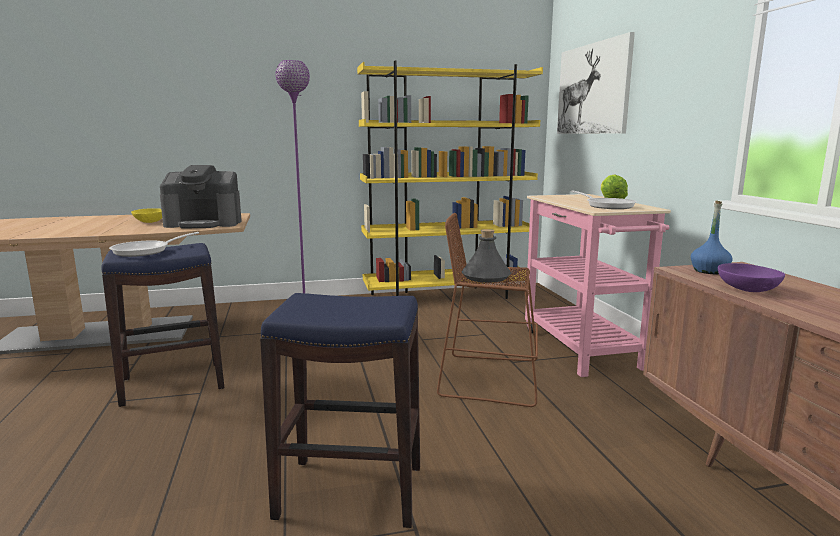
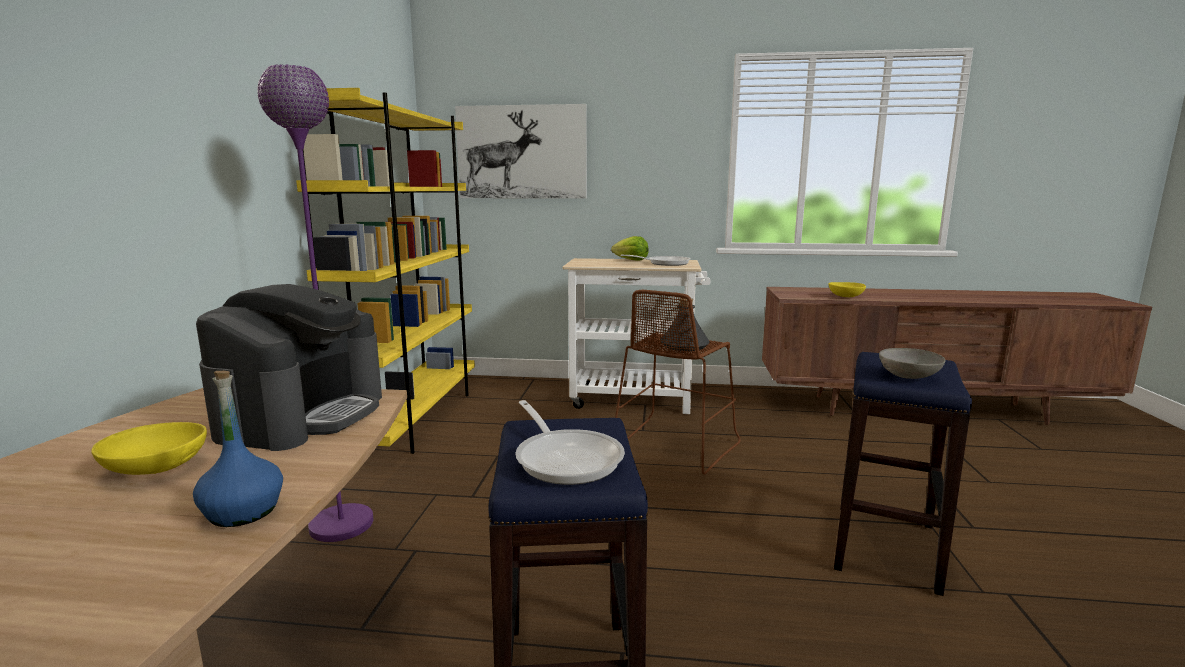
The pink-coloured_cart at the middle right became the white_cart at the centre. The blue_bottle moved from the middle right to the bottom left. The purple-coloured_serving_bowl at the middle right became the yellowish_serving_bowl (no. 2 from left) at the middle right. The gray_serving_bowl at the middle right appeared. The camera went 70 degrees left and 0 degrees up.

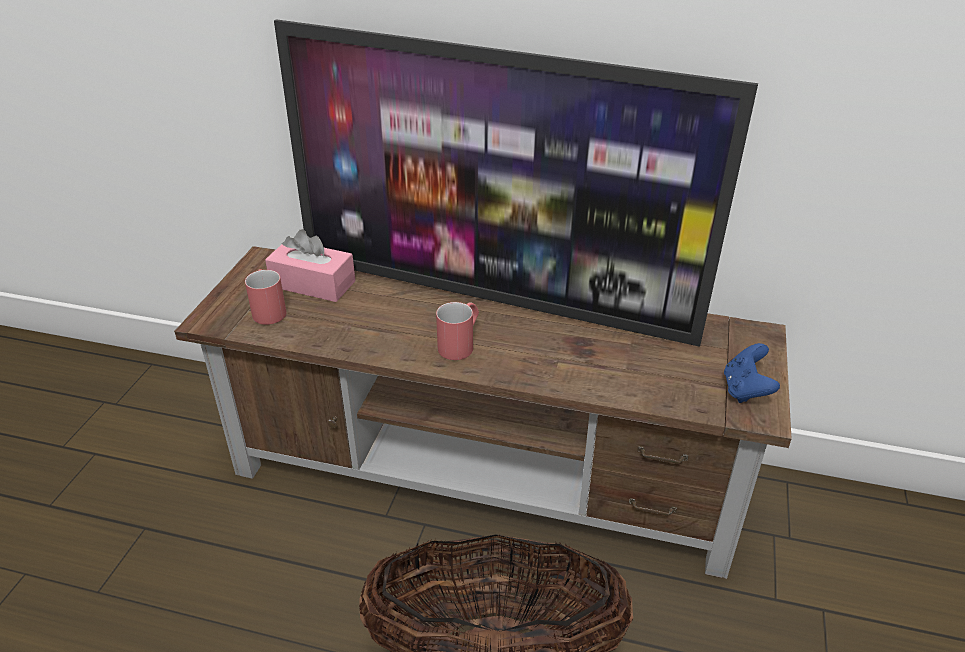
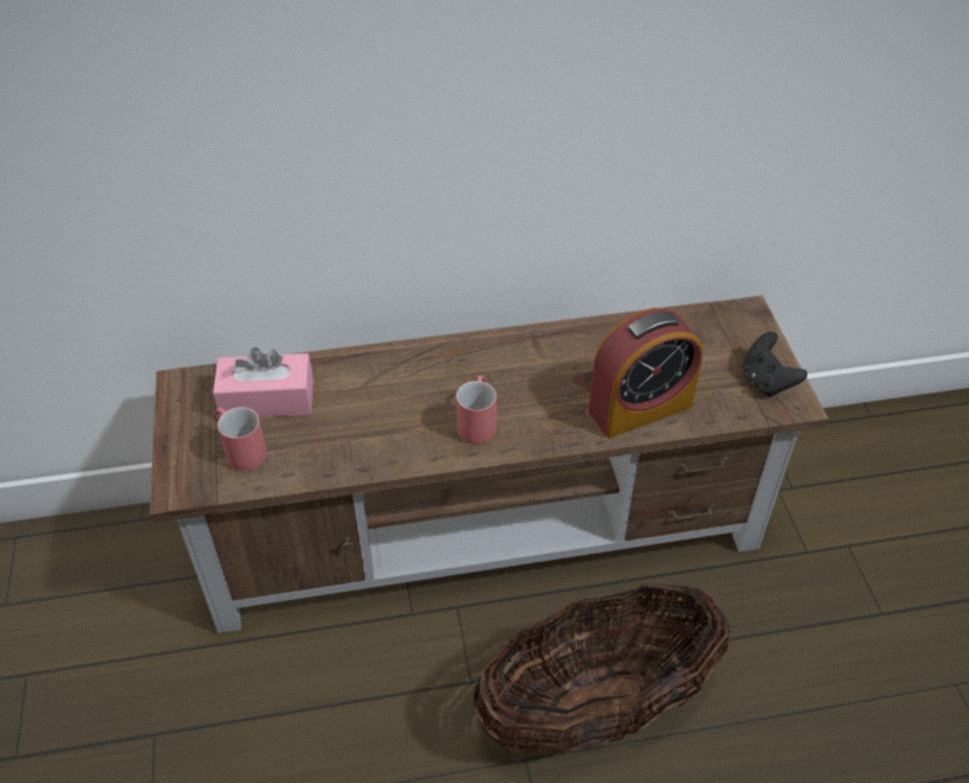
The television at the top centre disappeared. The blue_game_controller at the middle right became the black_game_controller at the middle right. The table_clock at the centre appeared. The camera went 25 degrees left and 10 degrees up.

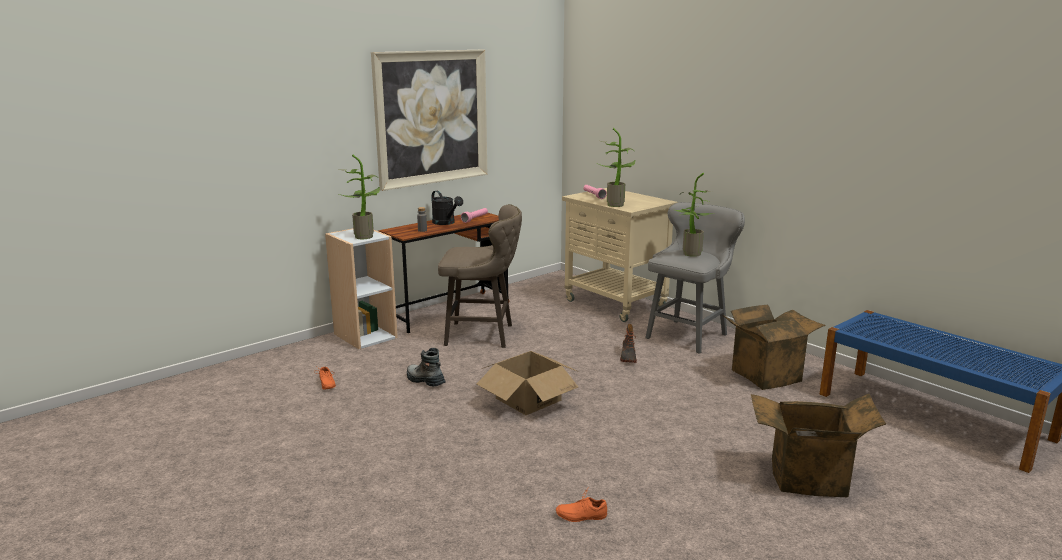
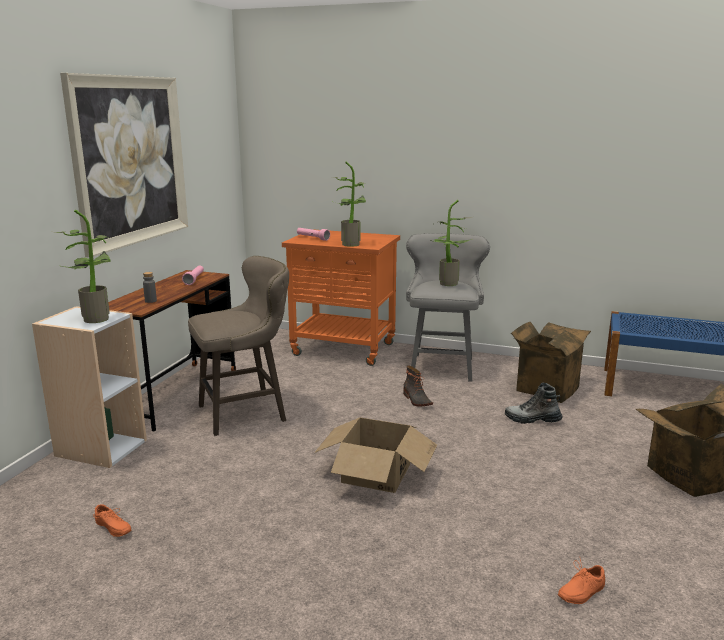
The tall_boot (no. 1 from left in the first image) moved from the centre to the middle right. The black_watering_pot at the centre disappeared. The beige_cart at the centre became the orange-coloured_cart at the centre. The camera went 30 degrees left and 0 degrees up.

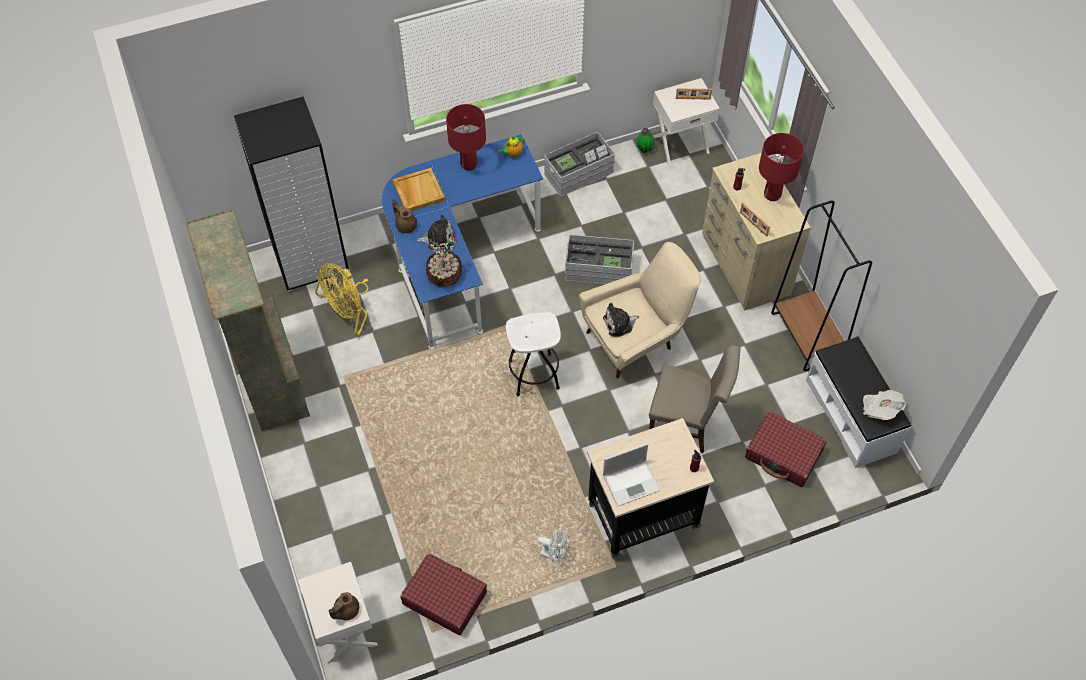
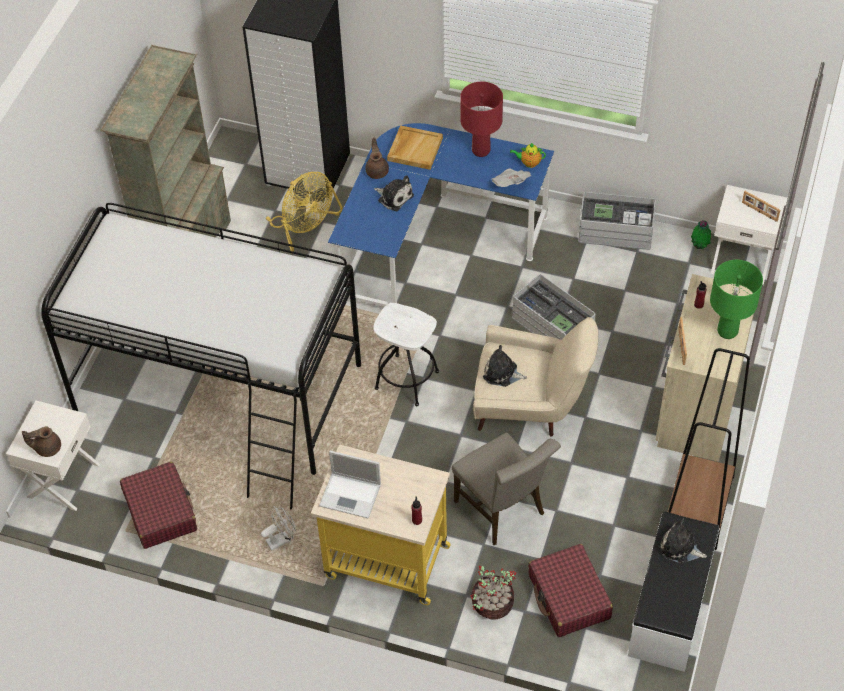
The yellowish_fan at the middle left turned 135 degrees counterclockwise. The plant_in_a_pot (no. 1 from left) moved from the centre to the bottom centre. The white_fan at the bottom centre turned 90 degrees counterclockwise. The black_cart at the bottom centre became the yellowish_cart at the bottom centre. The red_table_lamp (no. 2 from left) at the top right became the greenish_table_lamp at the middle right. The newspaper moved from the middle right to the top centre. The black_sleeping_bed at the middle left appeared. The soft_toy (no. 3 from left) at the bottom right appeared. The camera went 40 degrees right and 5 degrees down.

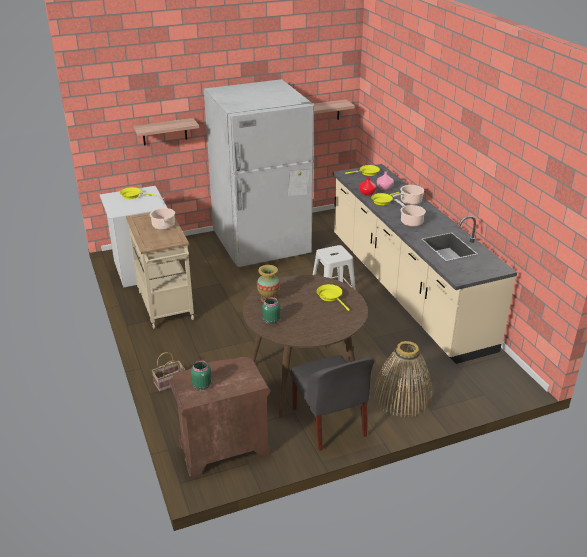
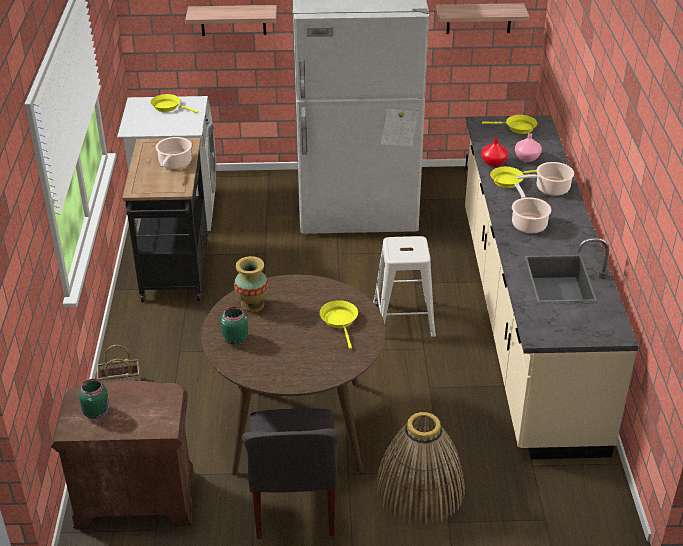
The beige_cart at the middle left became the black_cart at the middle left. The camera went 20 degrees right and 5 degrees up.

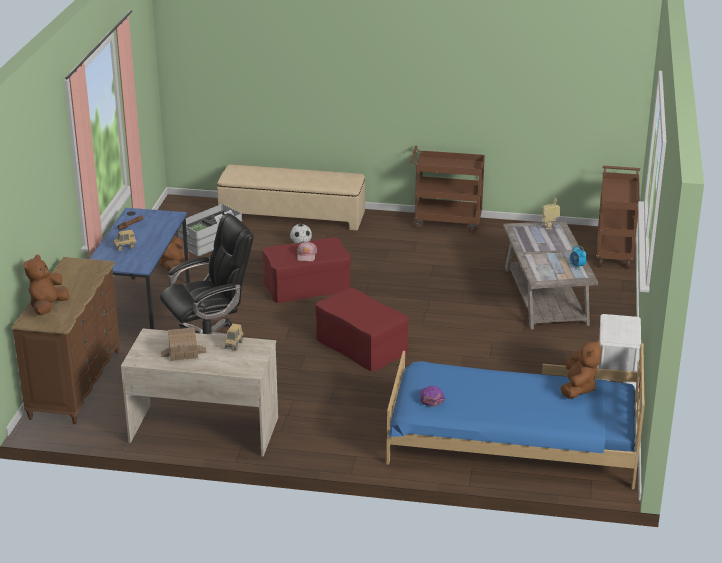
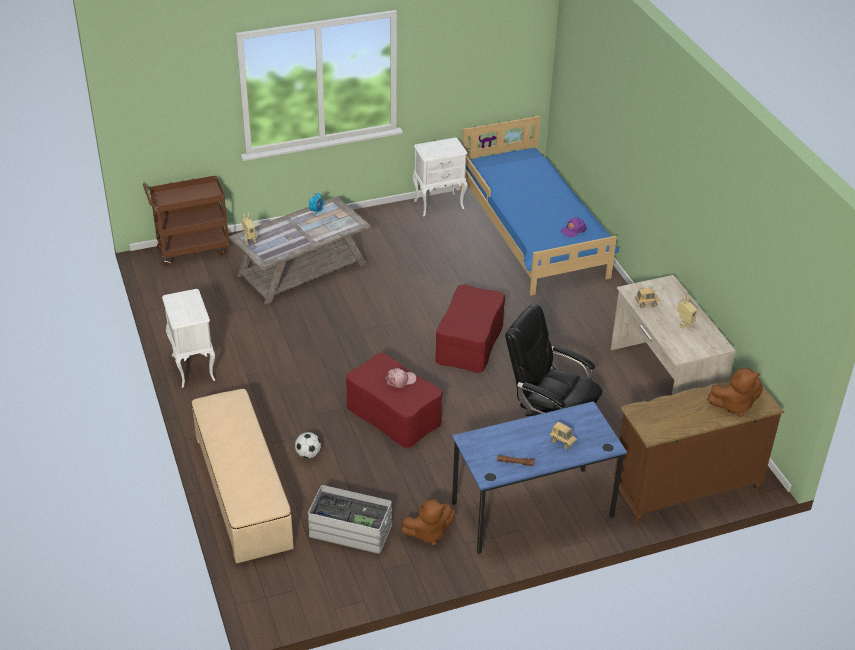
The miniature_house at the middle left was replaced by the toy_robot (no. 2 from left) at the middle right. The brownish_cart (no. 1 from left) at the centre was replaced by the white_nightstand (no. 1 from left) at the middle left. The brownish_soft_toy (no. 3 from left) at the middle right disappeared. The camera went 120 degrees left and 10 degrees up.

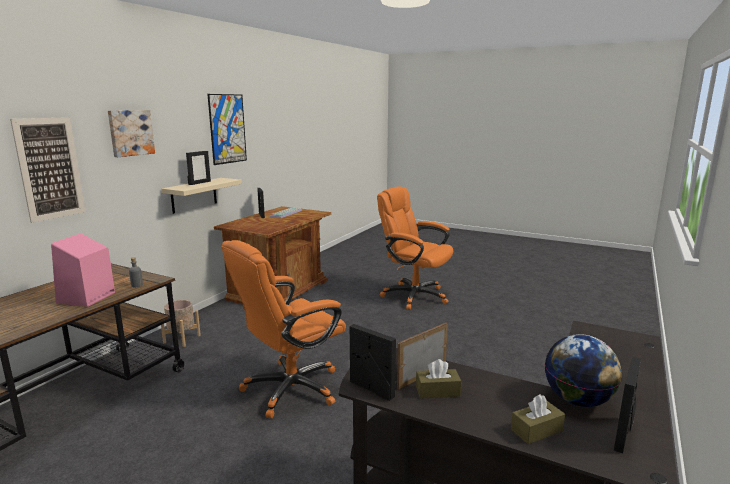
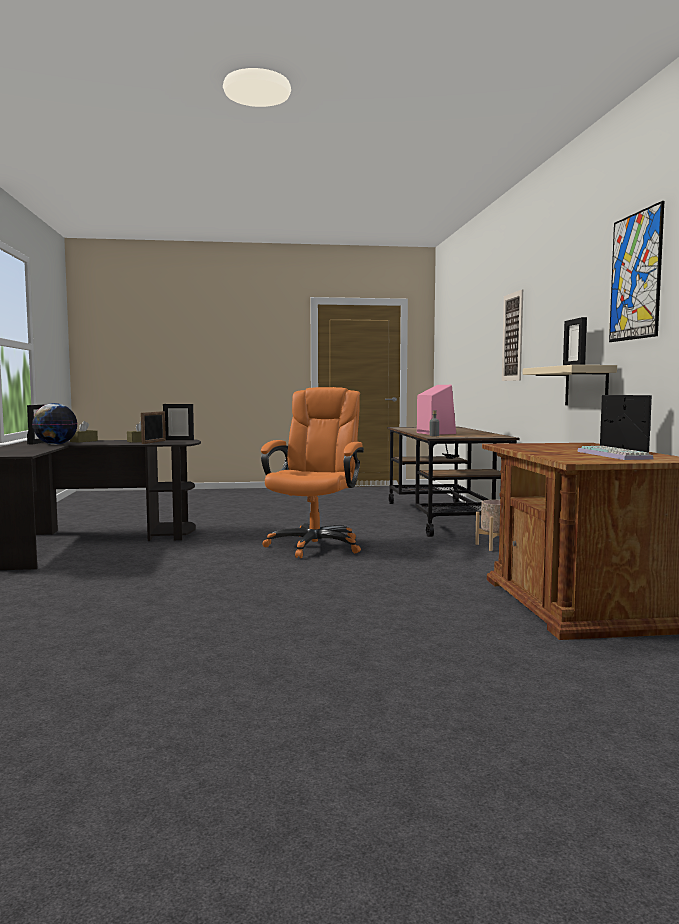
The picture (no. 2 from left) at the top left disappeared. The orange-coloured_office_chair (no. 2 from left) at the centre disappeared. The camera went 145 degrees right and 10 degrees down.

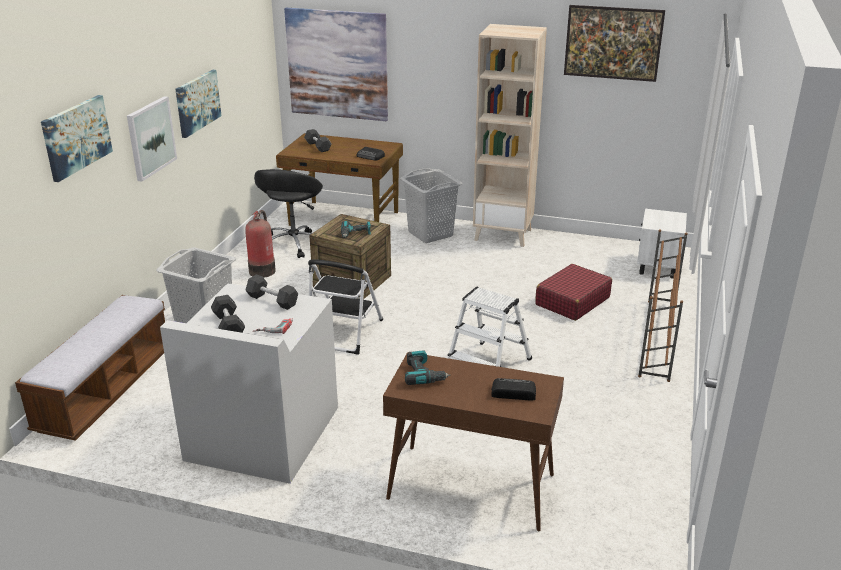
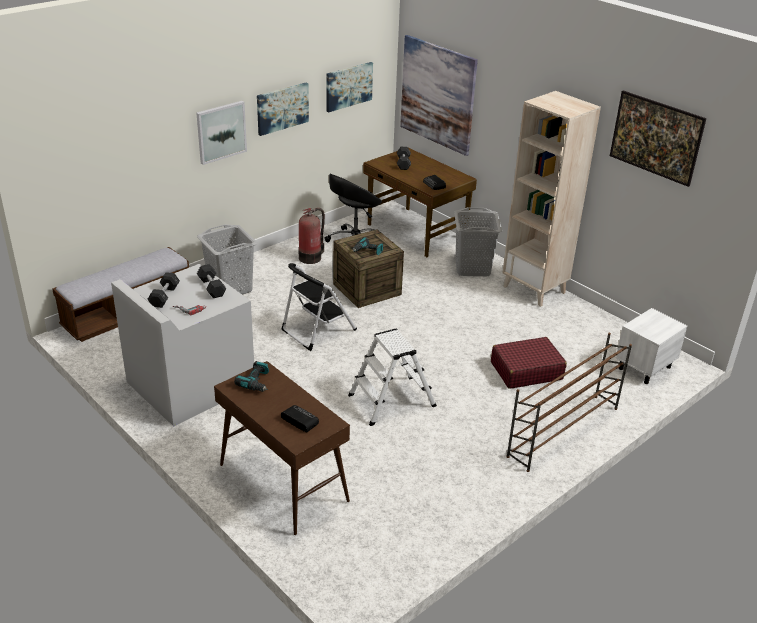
The picture (no. 1 from left in the first image) moved from the top left to the top centre. The camera went 30 degrees right and 5 degrees up.

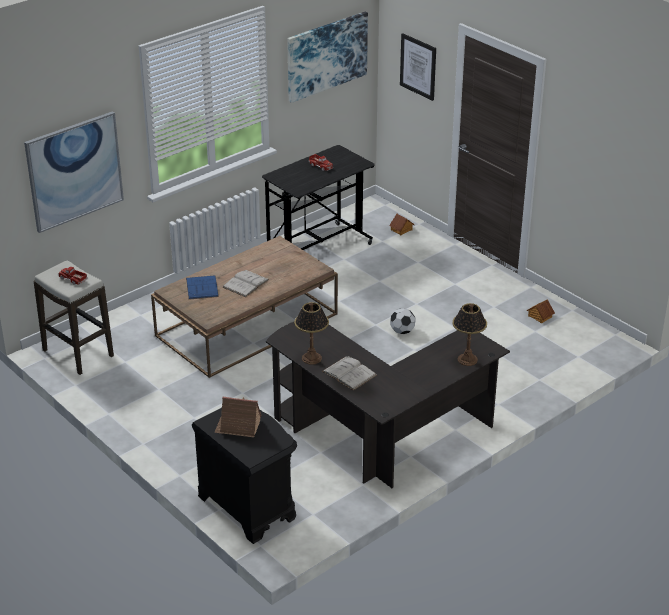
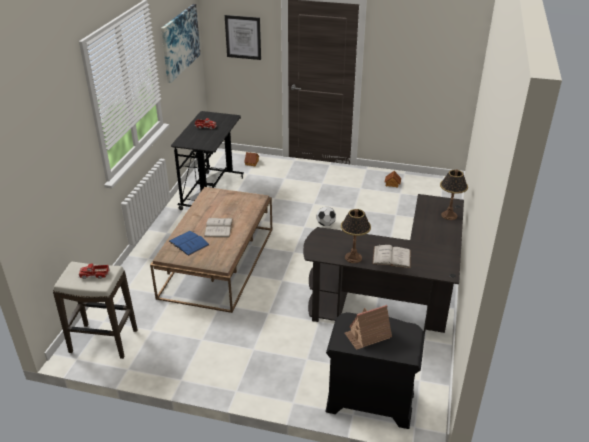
The picture (no. 1 from left) at the top left disappeared. The camera went 35 degrees left and 0 degrees up.

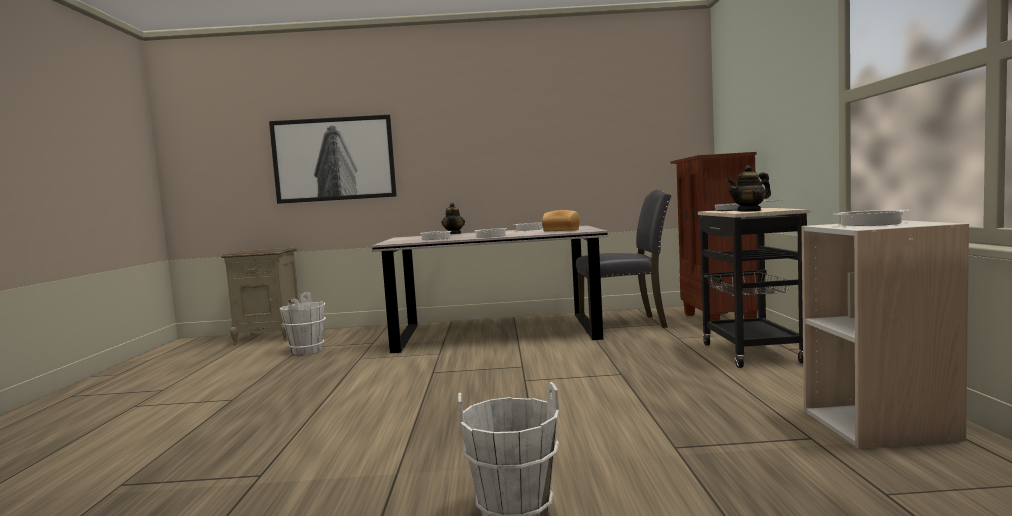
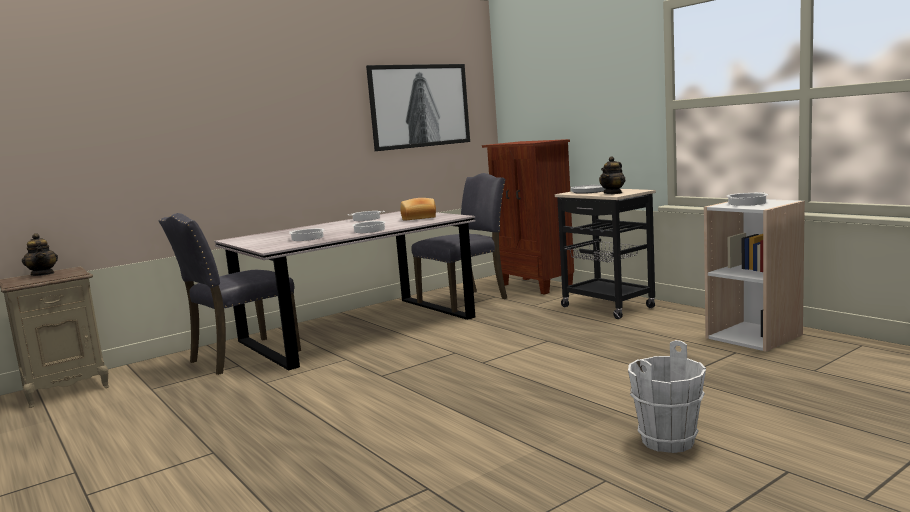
The picture moved from the top left to the top centre. The white_water_bucket (no. 1 from left) at the middle left disappeared. The pot_for_tea (no. 1 from left) moved from the centre to the middle left. The gray_chair (no. 1 from left) at the middle left appeared. The camera went 35 degrees left and 5 degrees up.

